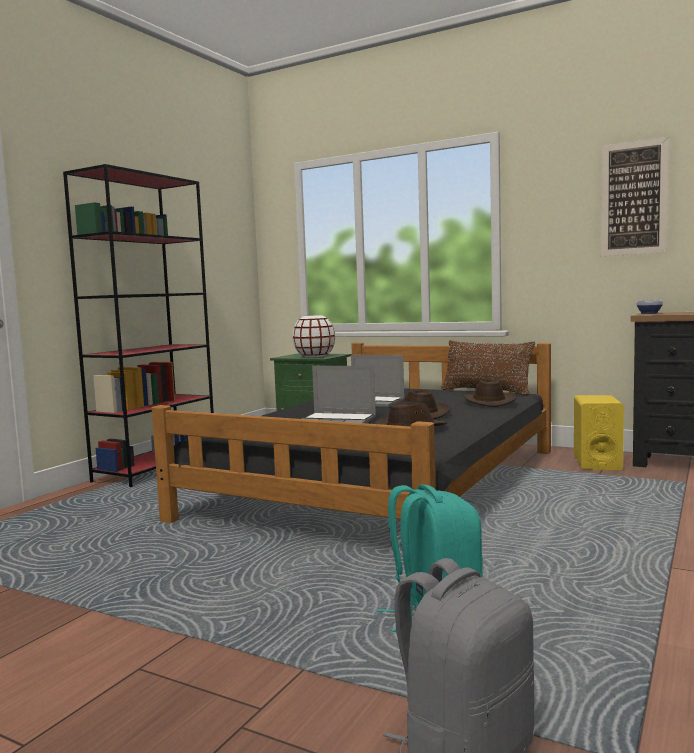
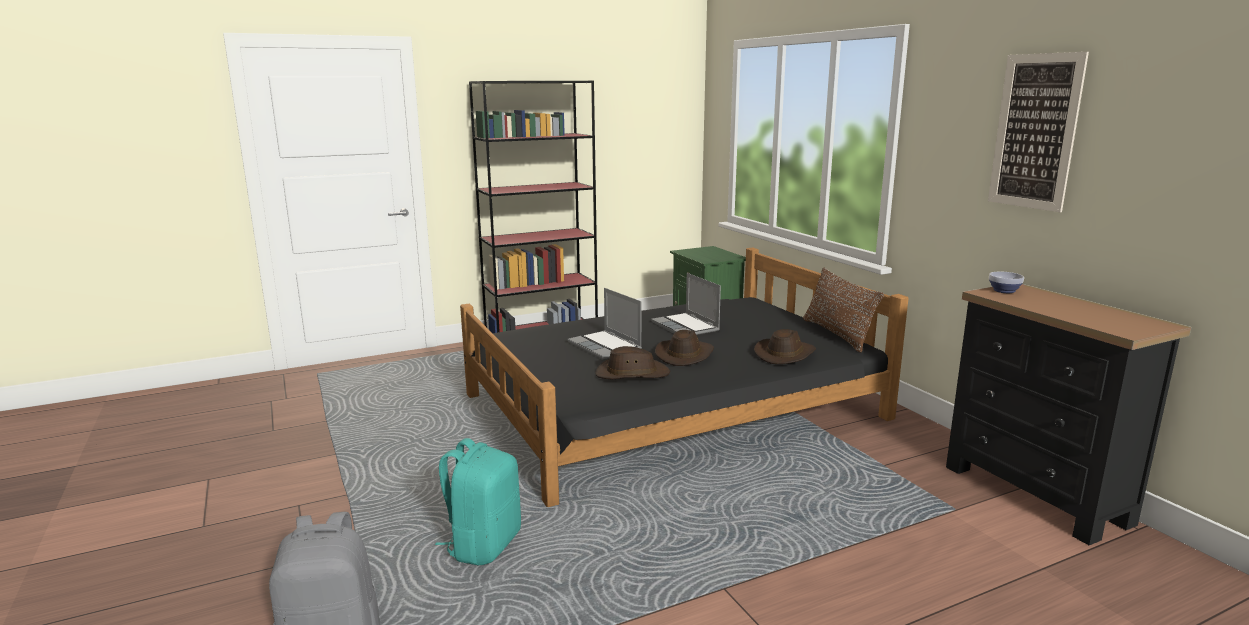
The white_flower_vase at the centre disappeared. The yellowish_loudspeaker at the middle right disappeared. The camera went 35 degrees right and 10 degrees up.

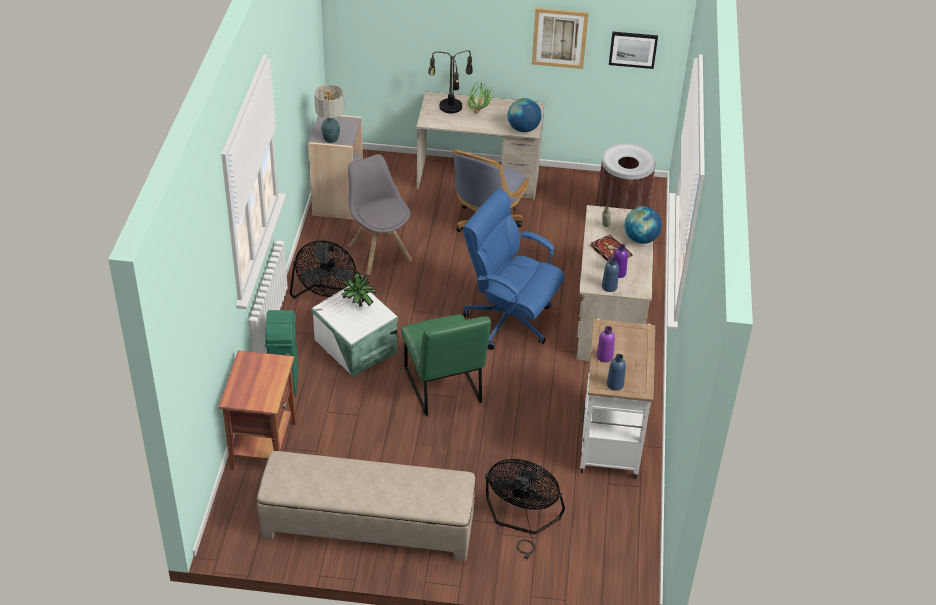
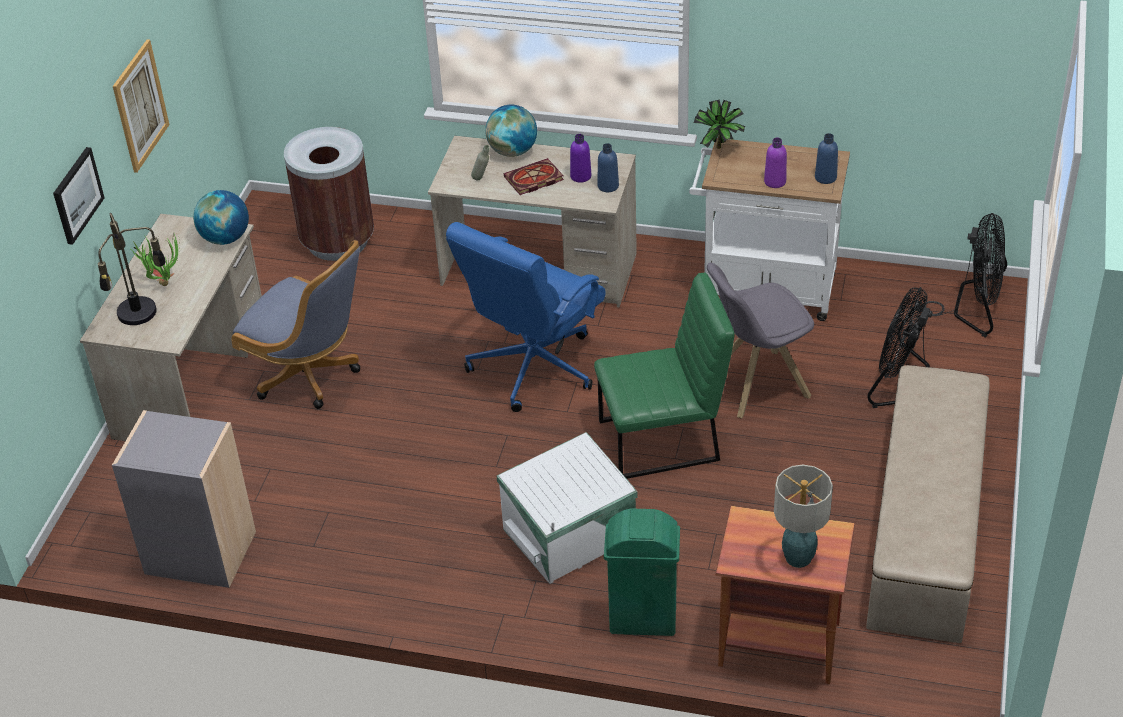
The black_fan (no. 1 from left in the first image) moved from the centre to the middle right. The table_lamp (no. 1 from left in the first image) moved from the top centre to the bottom right. The plant_in_a_pot (no. 1 from left in the first image) moved from the centre to the top centre. The gray_chair moved from the centre to the middle right. The picture (no. 2 from left in the first image) moved from the top right to the top left. The camera went 80 degrees left and 0 degrees up.

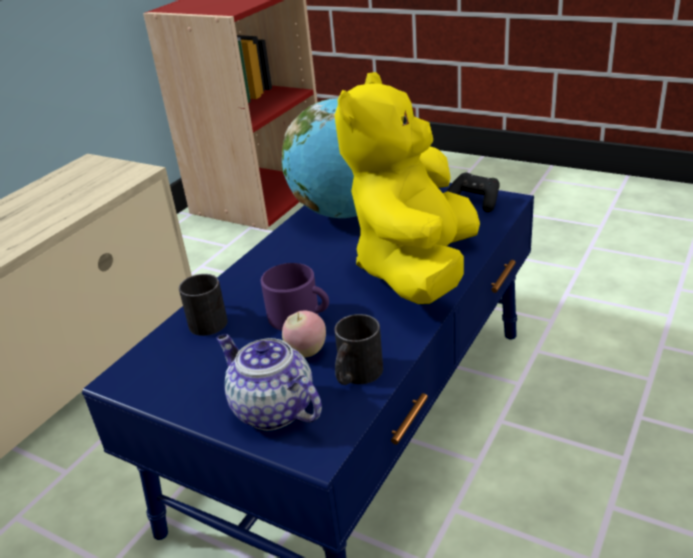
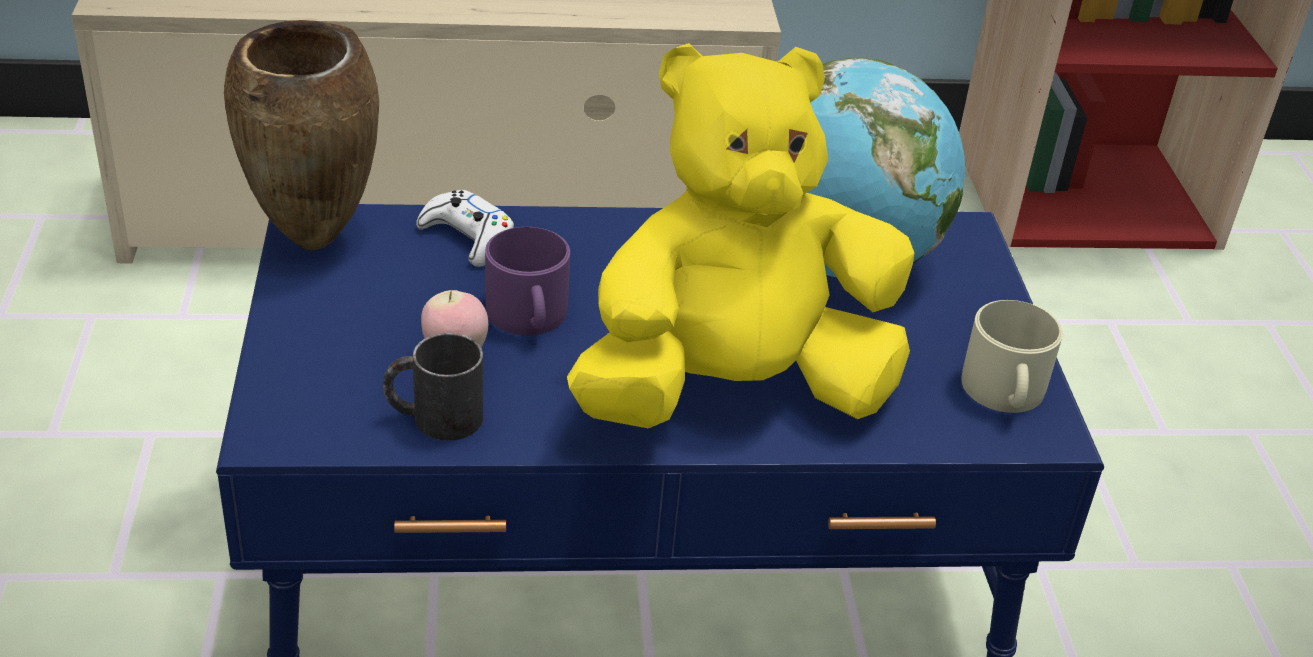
The black_tea_mug (no. 1 from left) at the middle left was replaced by the white_game_controller at the centre. The pot_for_tea at the bottom centre disappeared. The black_game_controller at the middle right was replaced by the beige_tea_mug at the middle right. The brownish_flower_vase at the top left appeared. The camera went 50 degrees right and 5 degrees up.

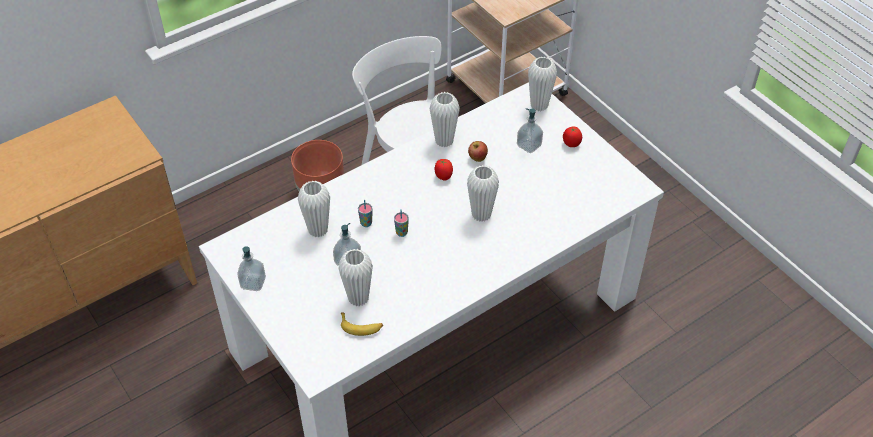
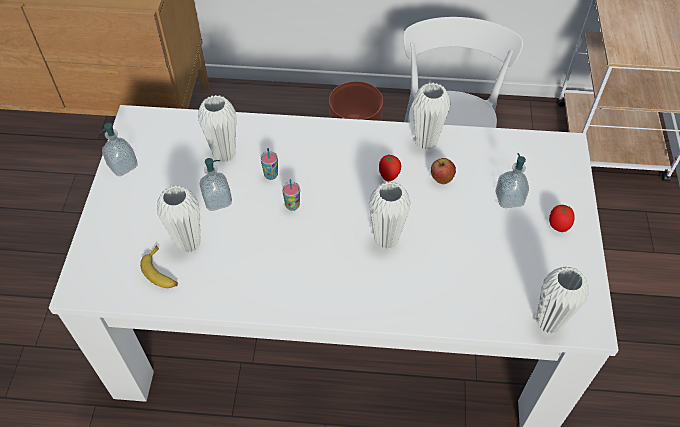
The white_flower_vase (no. 5 from left) moved from the top centre to the bottom right. The camera went 40 degrees right and 5 degrees up.

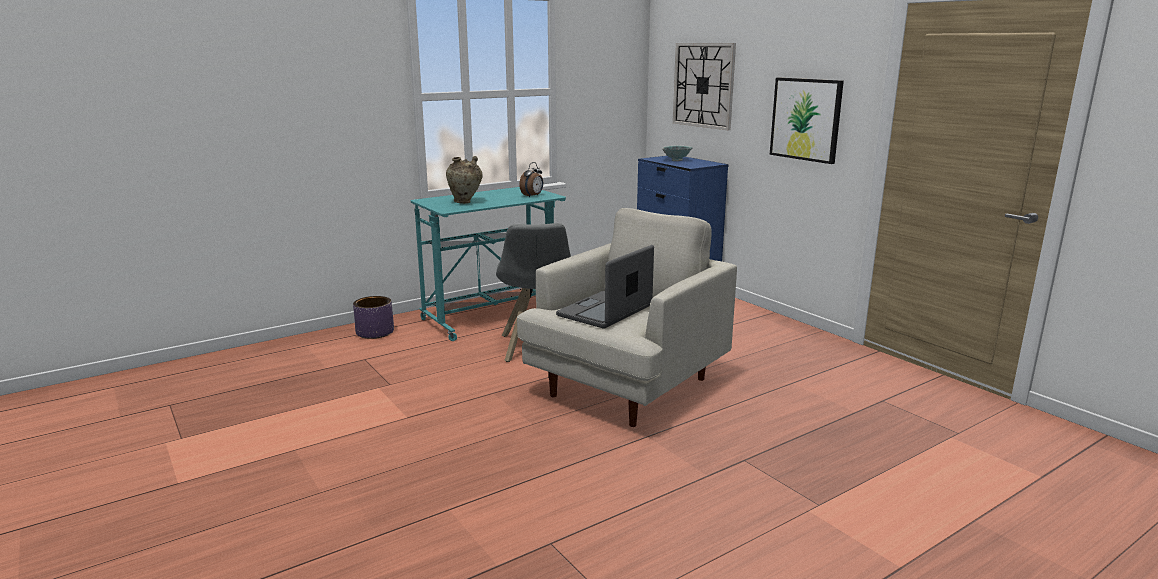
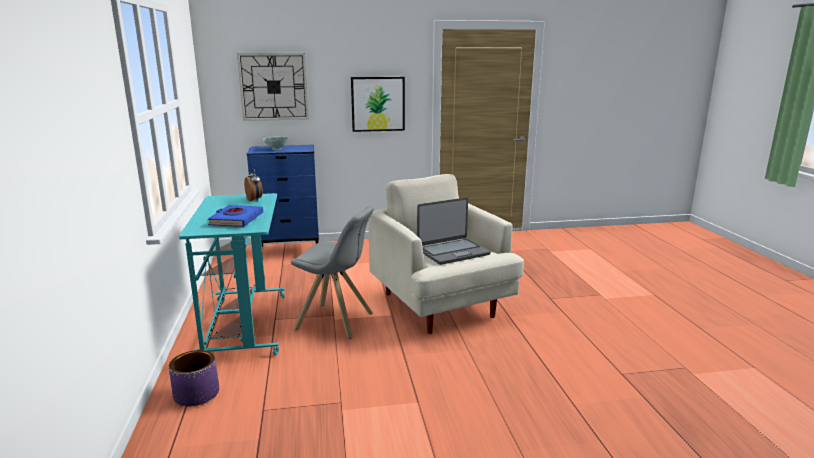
The beige_flower_vase at the top centre was replaced by the blue_book at the middle left. The laptop at the centre turned 90 degrees counterclockwise. The camera went 65 degrees left and 0 degrees up.

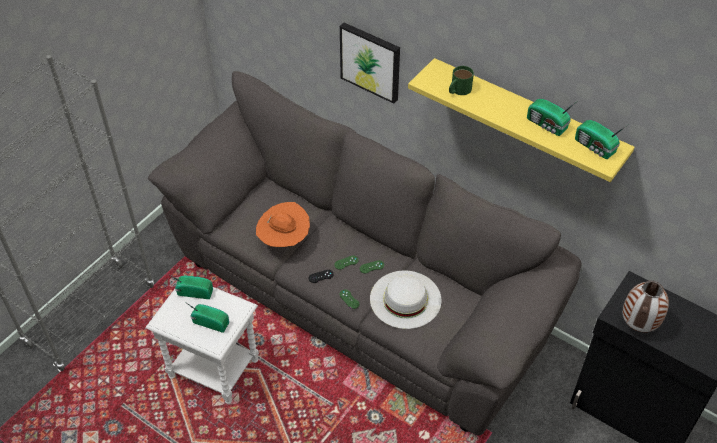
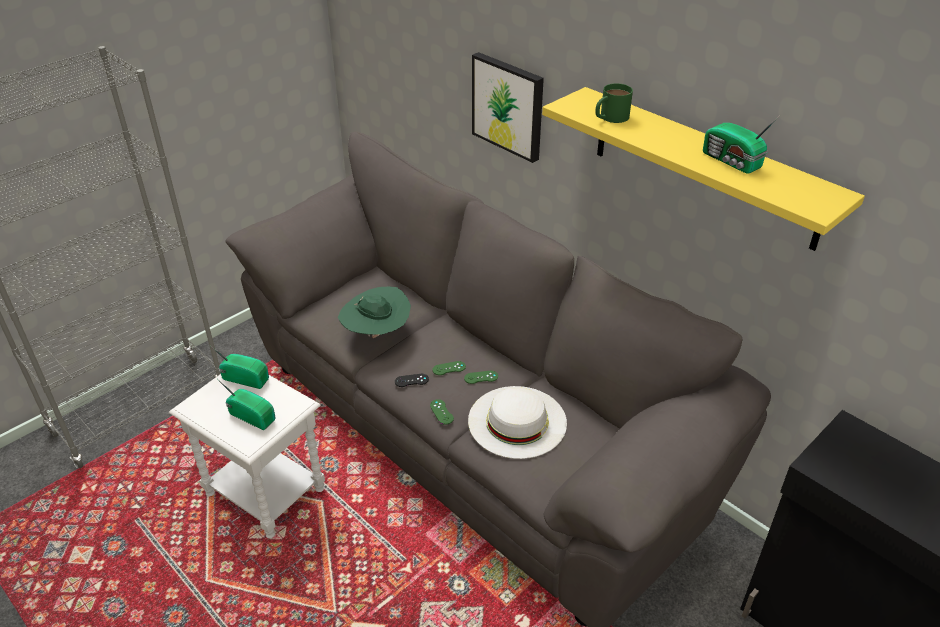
The orange-coloured_wearable_hat at the centre became the greenish_wearable_hat at the centre. The radio_receiver (no. 4 from left) at the top right disappeared. The flower_vase at the bottom right disappeared. The camera went 10 degrees right and 10 degrees down.

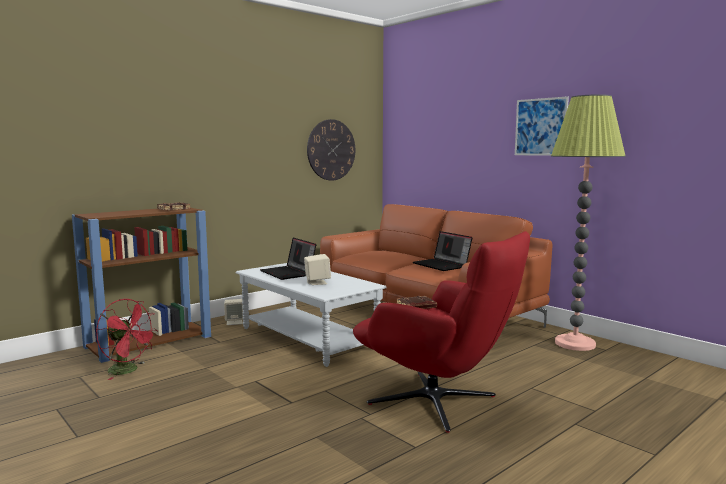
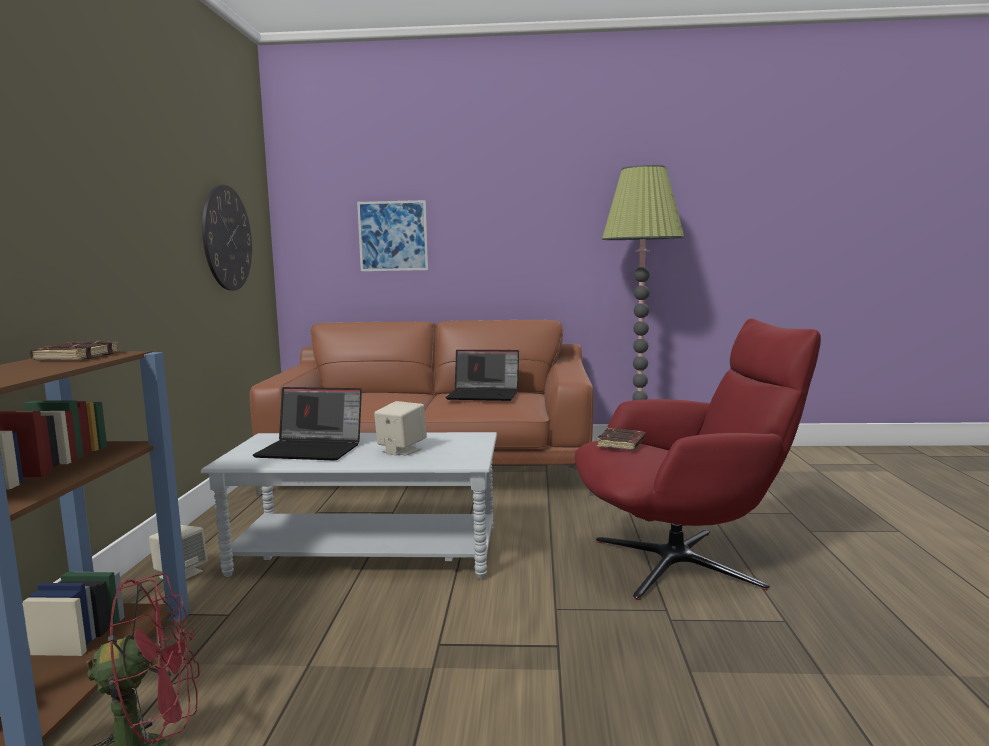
The picture moved from the top right to the top centre. The camera went 45 degrees left and 0 degrees up.

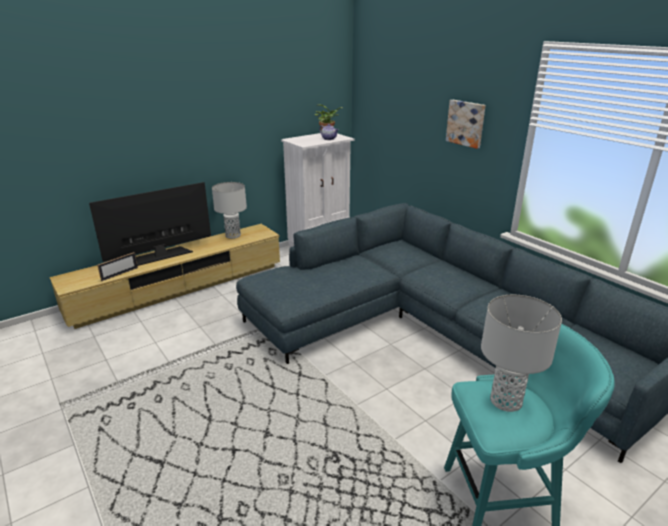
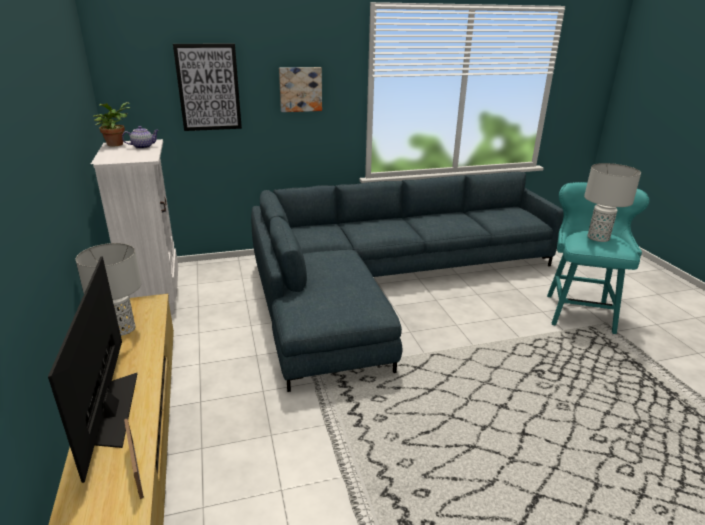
The picture (no. 1 from left) at the top left appeared. The camera went 70 degrees left and 0 degrees up.

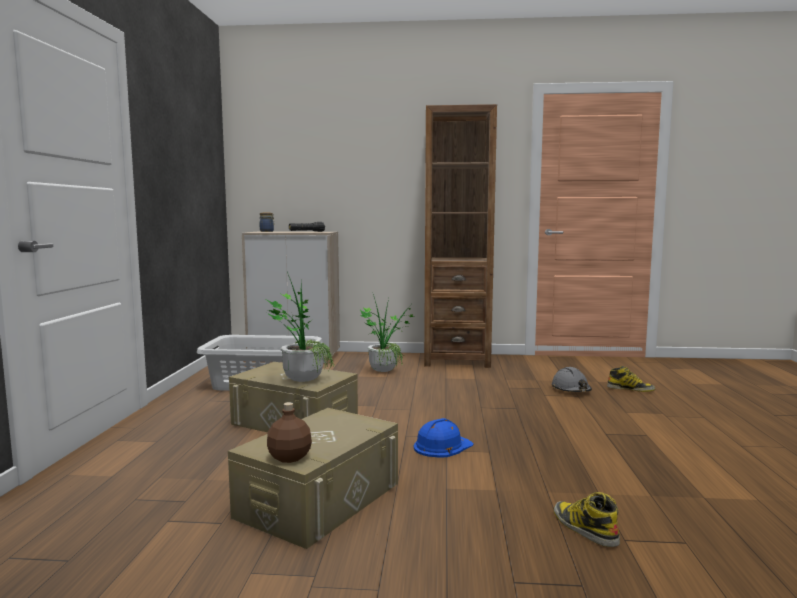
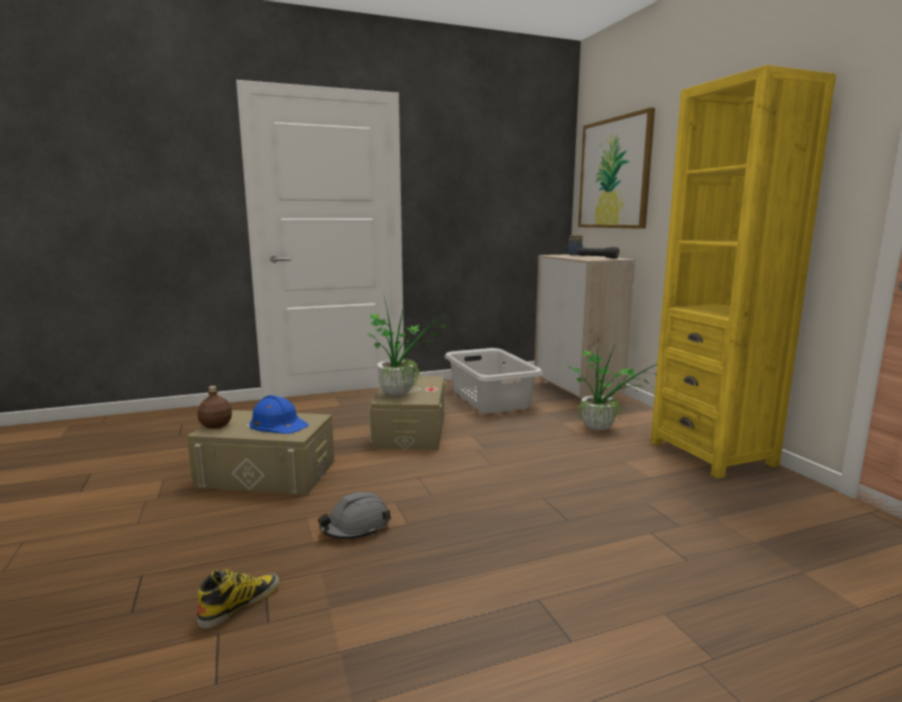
The blue_hard_hat moved from the bottom centre to the middle left. The brownish_bookshelf at the centre became the yellowish_bookshelf at the middle right. The gray_hard_hat moved from the middle right to the bottom centre. The tall_boot (no. 2 from left) at the middle right disappeared. The picture at the top right appeared. The camera went 65 degrees right and 5 degrees up.

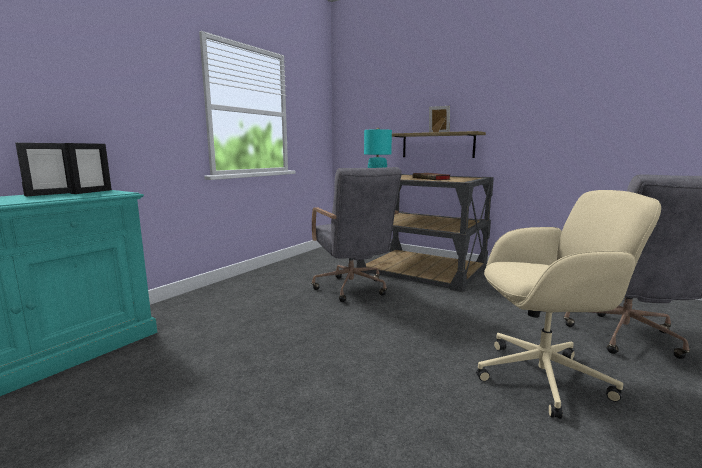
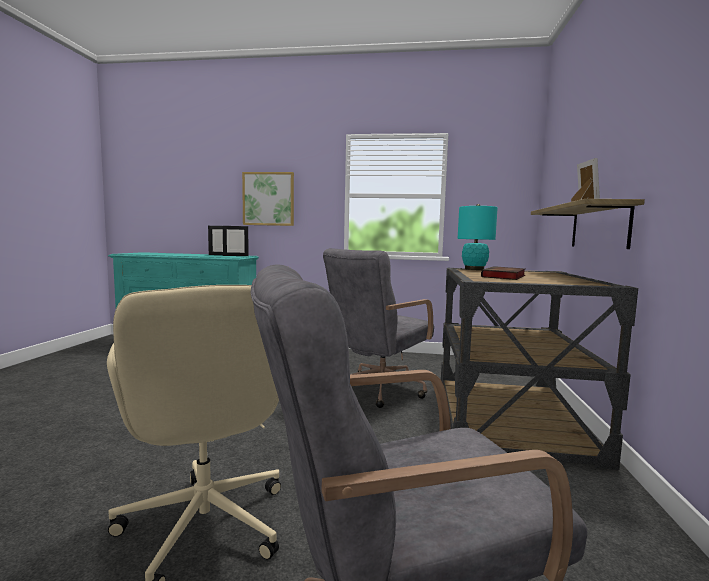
The picture at the centre appeared. The camera went 65 degrees right and 5 degrees down.

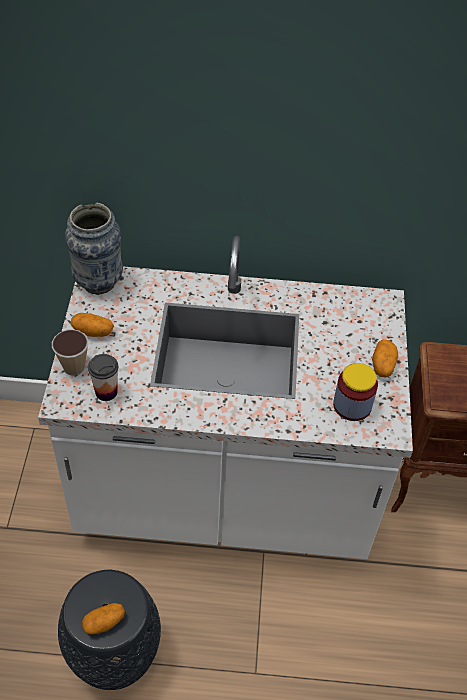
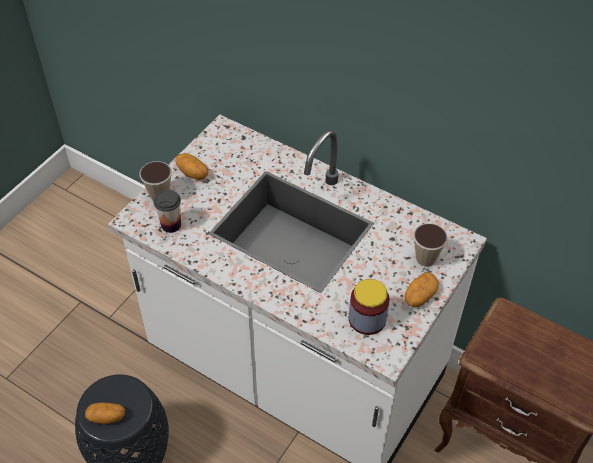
The flower_vase at the middle left disappeared. The drinking_cup (no. 3 from left) at the middle right appeared. The camera went 30 degrees right and 0 degrees up.

